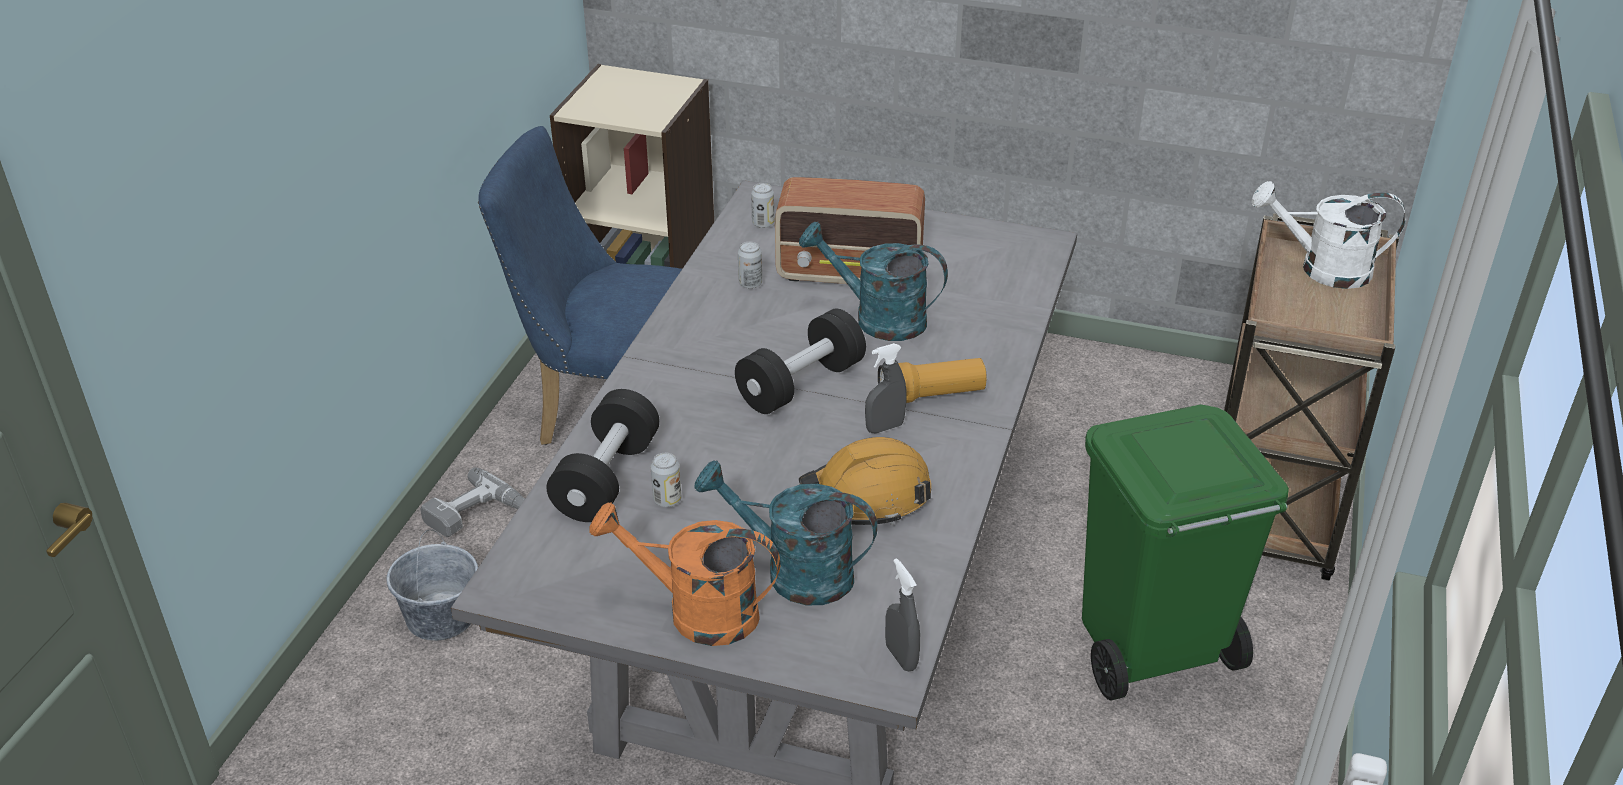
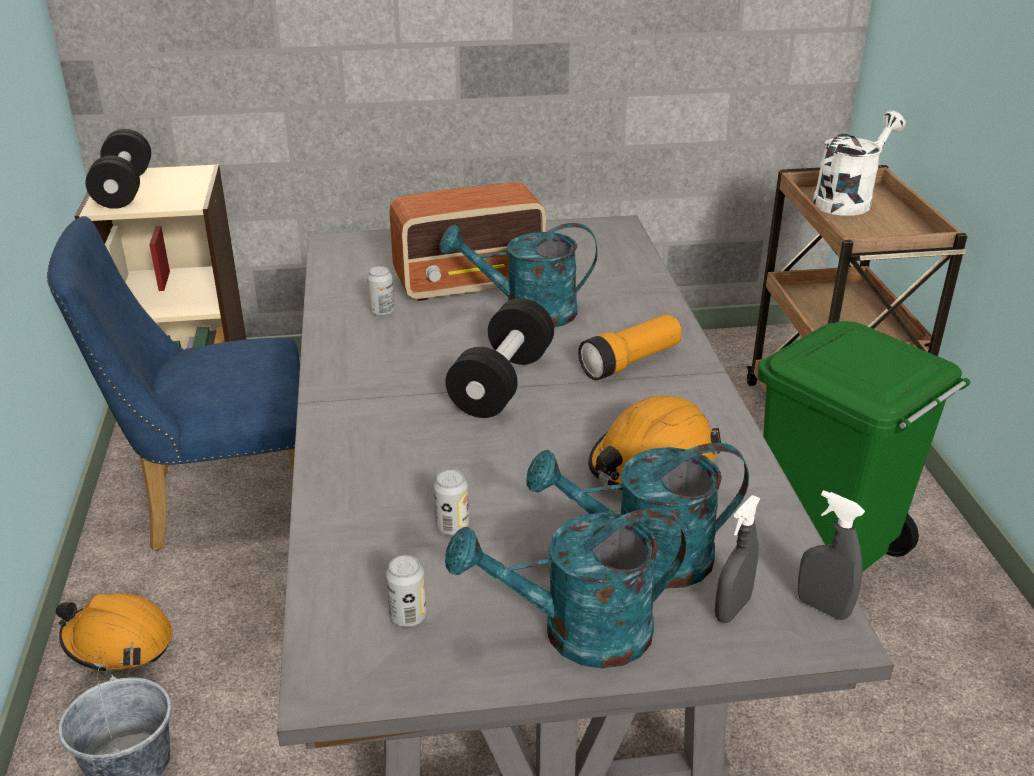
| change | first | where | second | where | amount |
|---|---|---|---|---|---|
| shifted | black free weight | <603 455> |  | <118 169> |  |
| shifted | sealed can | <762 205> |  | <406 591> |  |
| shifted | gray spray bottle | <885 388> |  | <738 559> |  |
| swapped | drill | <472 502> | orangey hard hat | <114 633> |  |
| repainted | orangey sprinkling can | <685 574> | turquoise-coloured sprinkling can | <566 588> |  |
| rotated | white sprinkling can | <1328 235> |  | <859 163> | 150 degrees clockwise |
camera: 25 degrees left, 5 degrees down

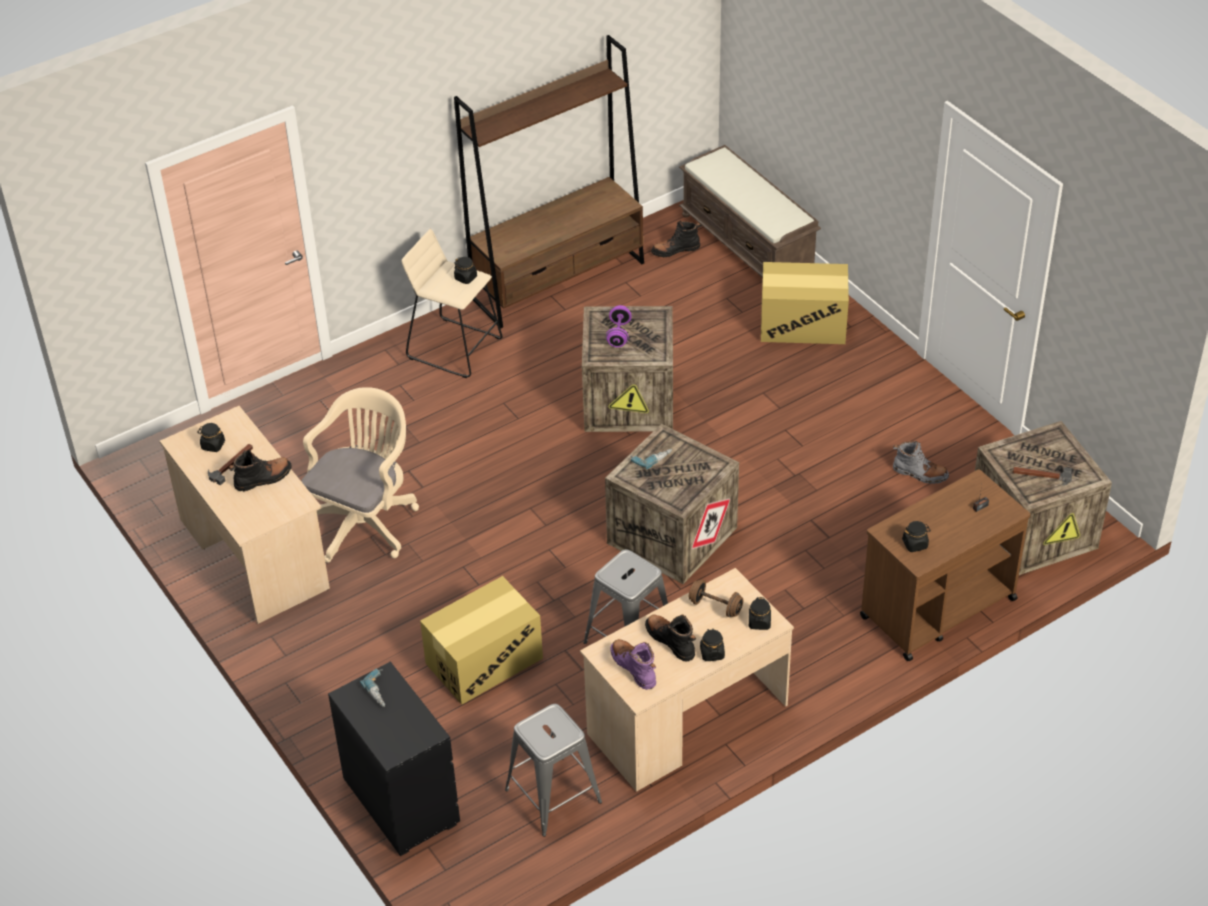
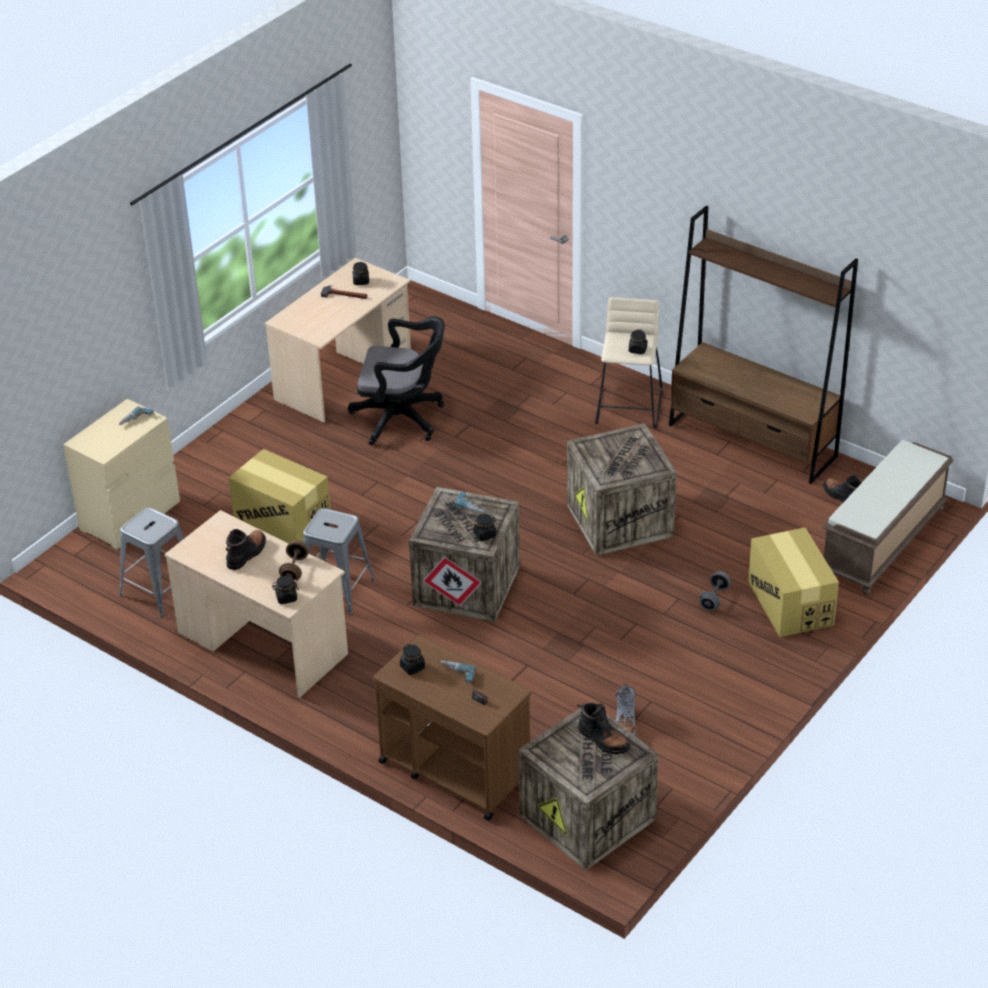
| change | first | where | second | where | amount |
|---|---|---|---|---|---|
| gone | purplish free weight | <619 326> |  |  |  |
| gone | purplish boot | <633 664> |  |  |  |
| gone | hand hammer | <1042 476> |  |  |  |
| new |  |  | drill | <458 672> |  |
| new |  |  | gray free weight | <715 591> |  |
| shifted | black boot | <260 470> |  | <603 728> |  |
| shifted | black jar | <712 645> |  | <485 527> |  |
| repainted | beige computer chair | <360 475> | black computer chair | <396 380> |  |
| repainted | black dresser | <394 759> | beige dresser | <121 474> |  |
camera: 70 degrees right, 5 degrees down

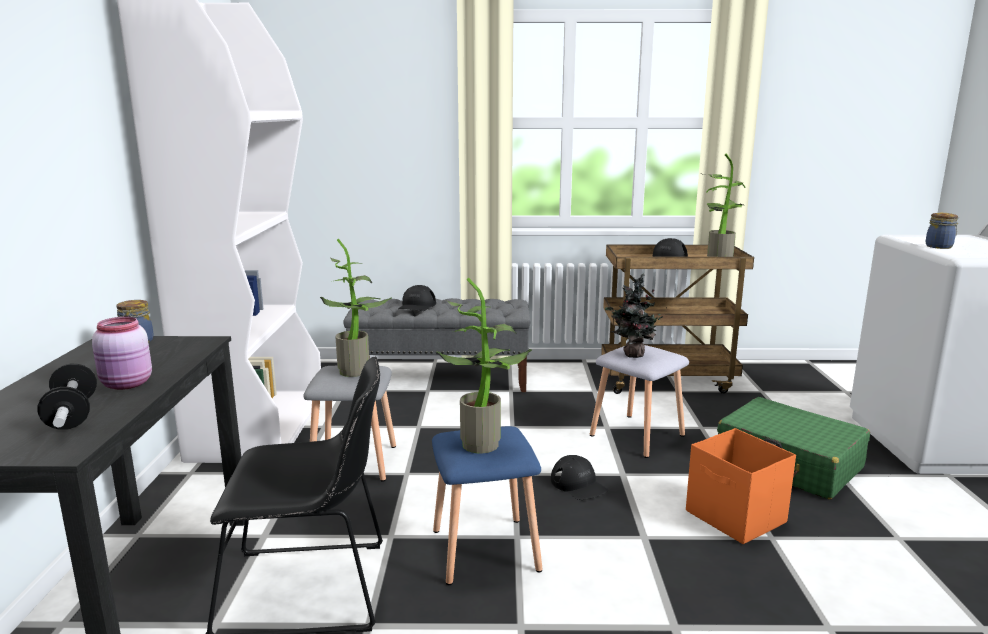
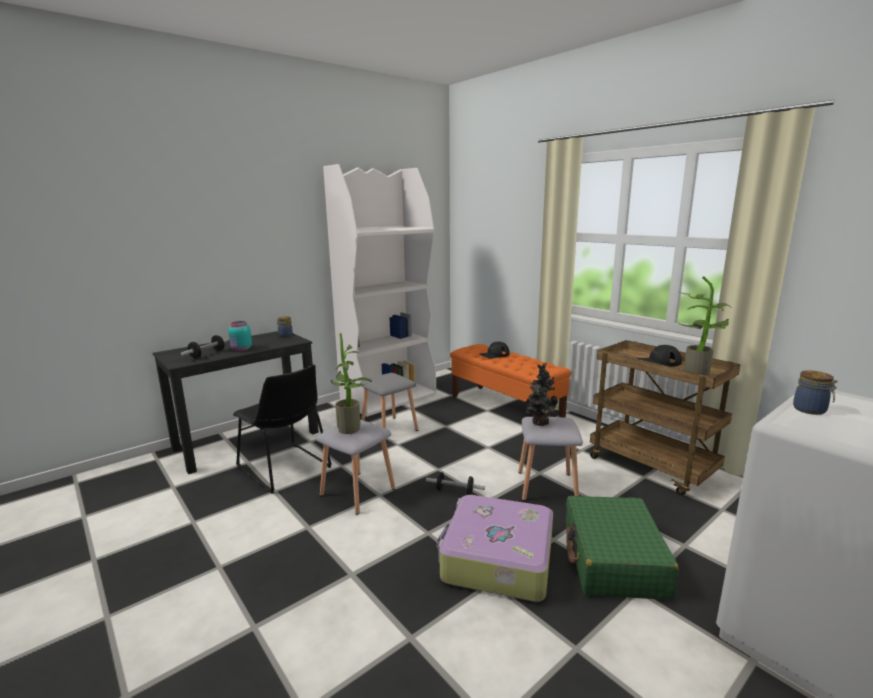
| change | first | where | second | where | amount |
|---|---|---|---|---|---|
| gone | houseplant | <355 308> |  |  |  |
| swapped | black peaked cap | <580 477> | free weight | <455 483> |  |
| swapped | orangey storage container | <741 486> | travel case | <494 548> |  |
| repainted | pink jar | <122 353> | turquoise-coloured jar | <240 336> |  |
| repainted | gray indoor bench | <436 345> | orangey indoor bench | <511 381> |  |
| repainted | blue-coloured stool seat | <487 505> | gray stool seat | <356 467> |  |
camera: 50 degrees right, 0 degrees up

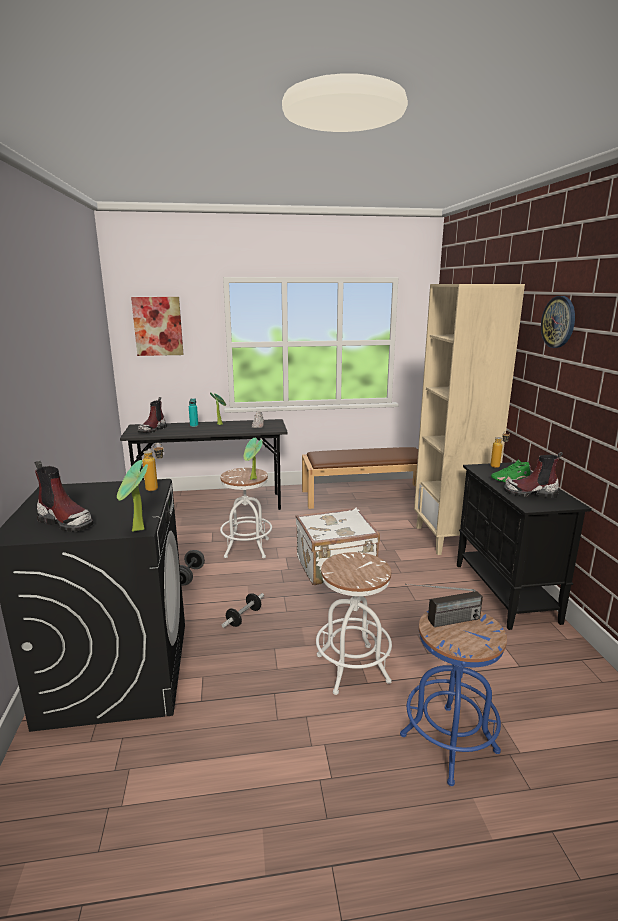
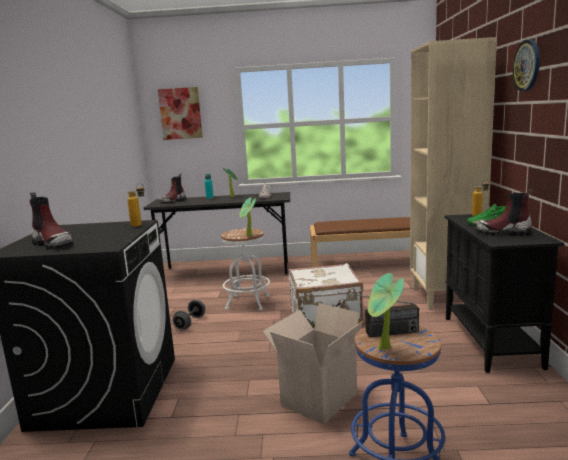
| change | first | where | second | where | amount |
|---|---|---|---|---|---|
| gone | free weight | <243 610> |  |  |  |
| shifted | houseplant | <132 496> |  | <386 311> |  |
| swapped | white stool seat | <354 623> | carton | <313 363> |  |
camera: 10 degrees right, 5 degrees down

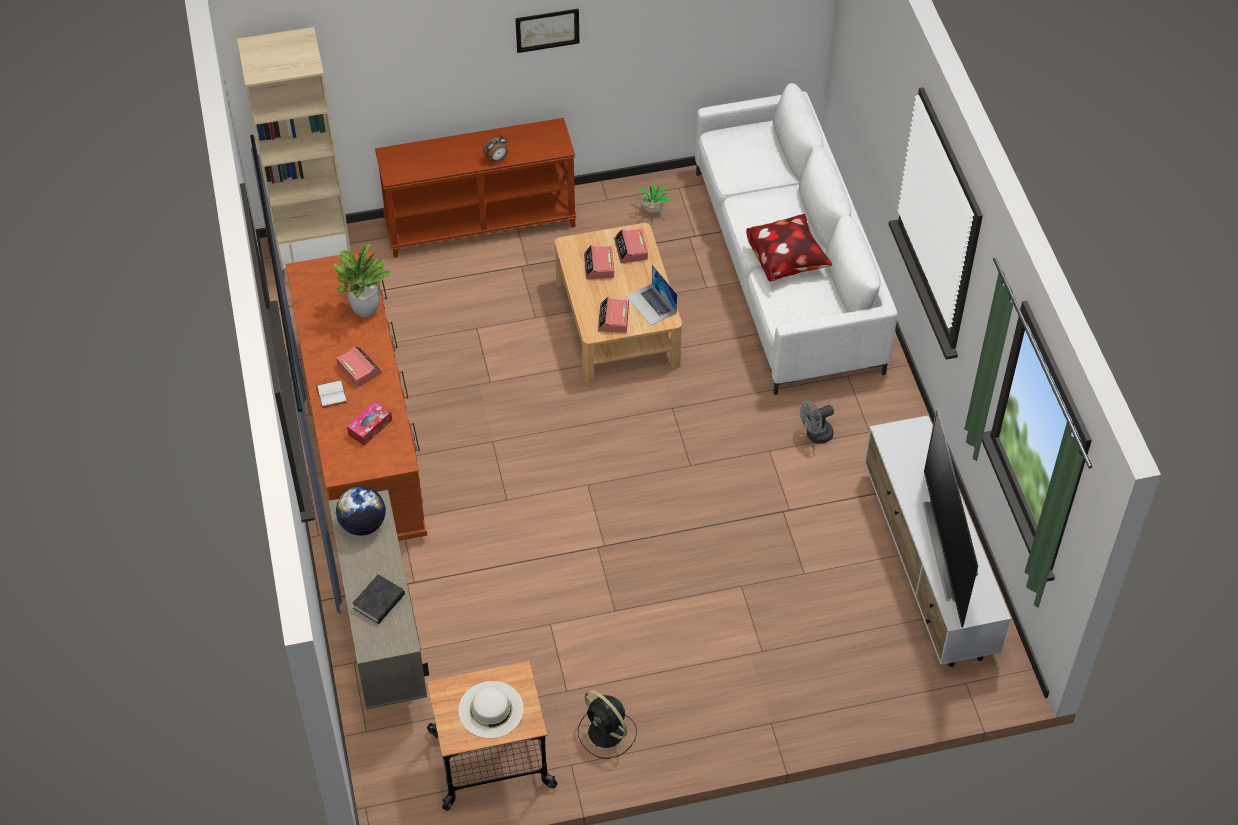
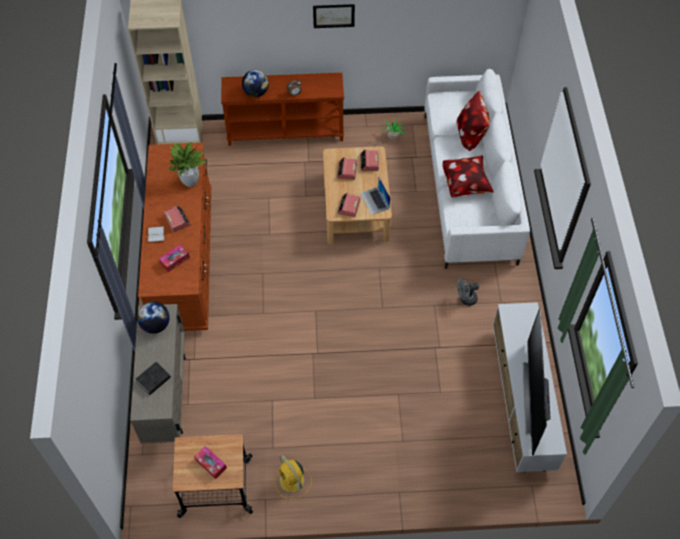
| change | first | where | second | where | amount |
|---|---|---|---|---|---|
| new |  |  | desk globe | <255 83> |  |
| new |  |  | throw pillow | <473 121> |  |
| swapped | white hat | <491 709> | tissue holder | <210 462> |  |
| repainted | black cooling fan | <607 724> | yellow-coloured cooling fan | <293 477> |  |
camera: 10 degrees right, 5 degrees up

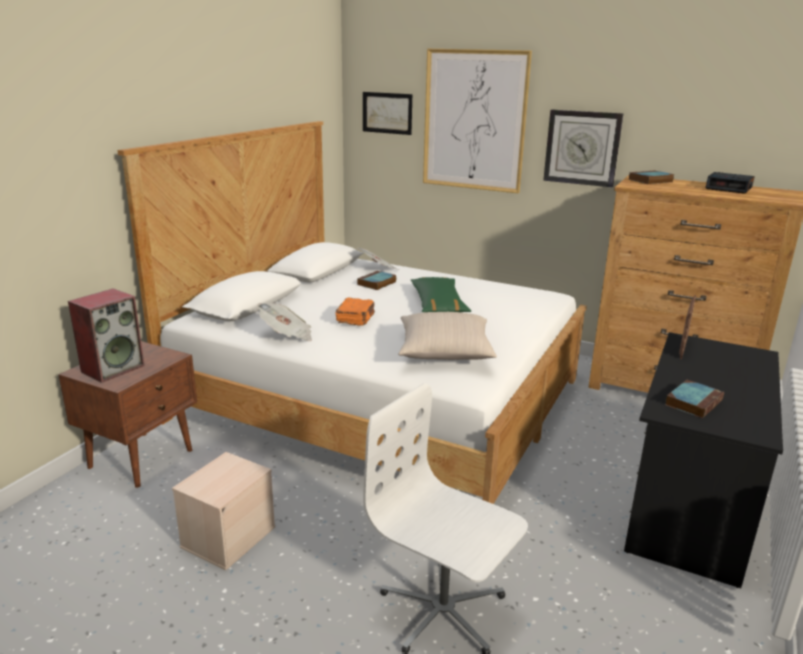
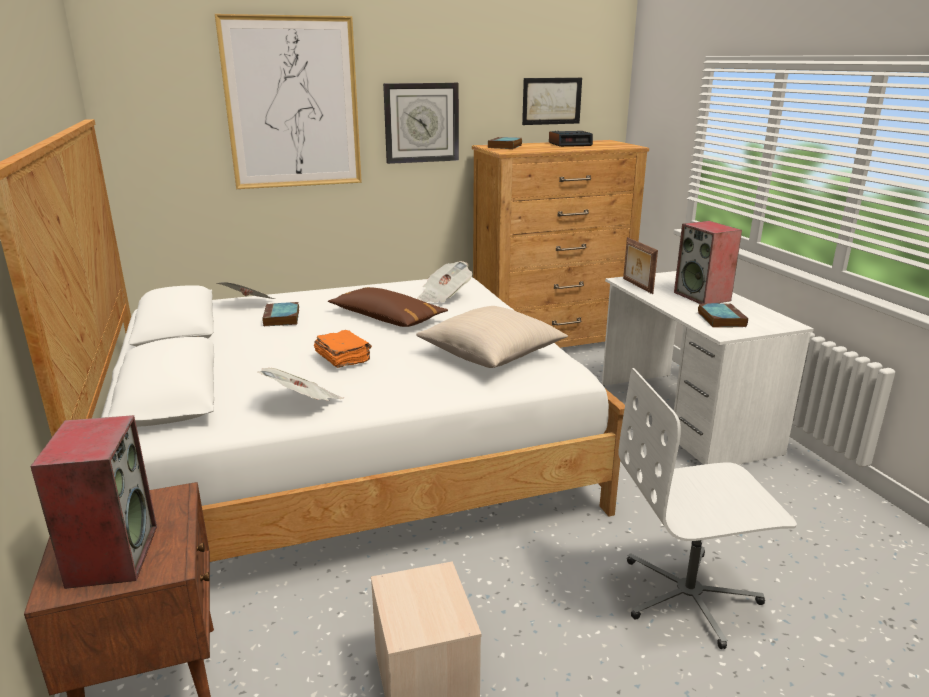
| change | first | where | second | where | amount |
|---|---|---|---|---|---|
| new |  |  | newspaper | <444 282> |  |
| new |  |  | audio speaker | <708 262> |  |
| shifted | wall picture | <387 113> |  | <552 101> |  |
| repainted | green-coloured throw pillow | <441 294> | brown throw pillow | <388 307> |  |
| repainted | black desk unit | <703 460> | white desk unit | <708 368> |  |
camera: 45 degrees left, 0 degrees up

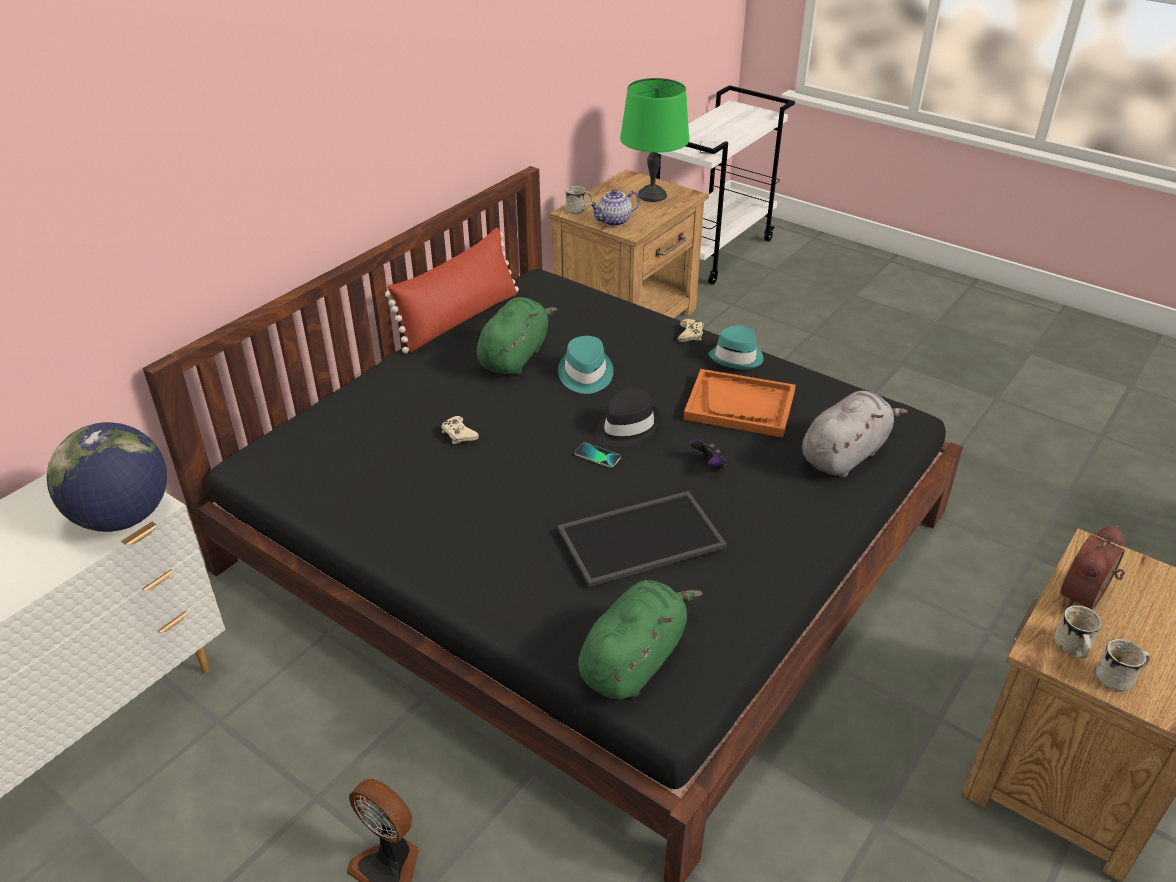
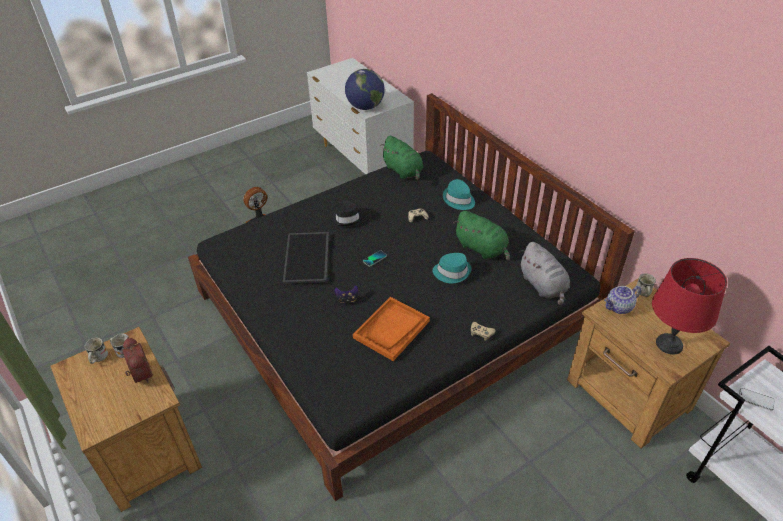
| change | first | where | second | where | amount |
|---|---|---|---|---|---|
| gone | red throw pillow | <452 290> |  |  |  |
| shifted | green-coloured plush toy | <640 639> |  | <402 158> |  |
| shifted | black hat | <628 417> |  | <347 213> |  |
| shifted | turquoise-coloured hat | <736 347> |  | <459 194> |  |
| shifted | gray plush toy | <855 434> |  | <544 274> |  |
| repainted | green-coloured lamp for a table | <654 140> | red lamp for a table | <689 306> |  |
| rotated | teapot | <614 208> |  | <622 300> | 105 degrees counterclockwise |
camera: 110 degrees right, 5 degrees up

